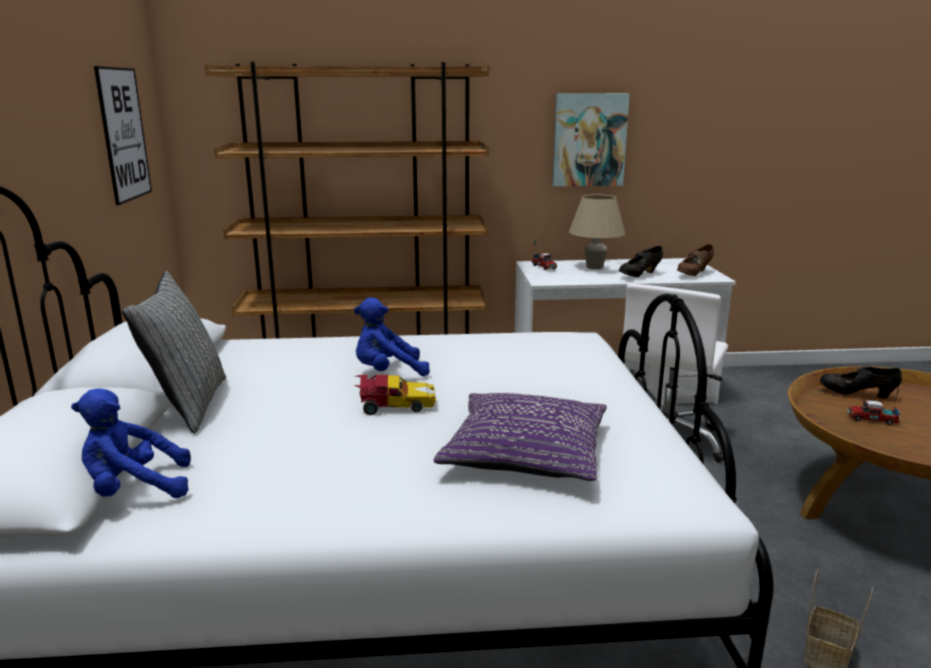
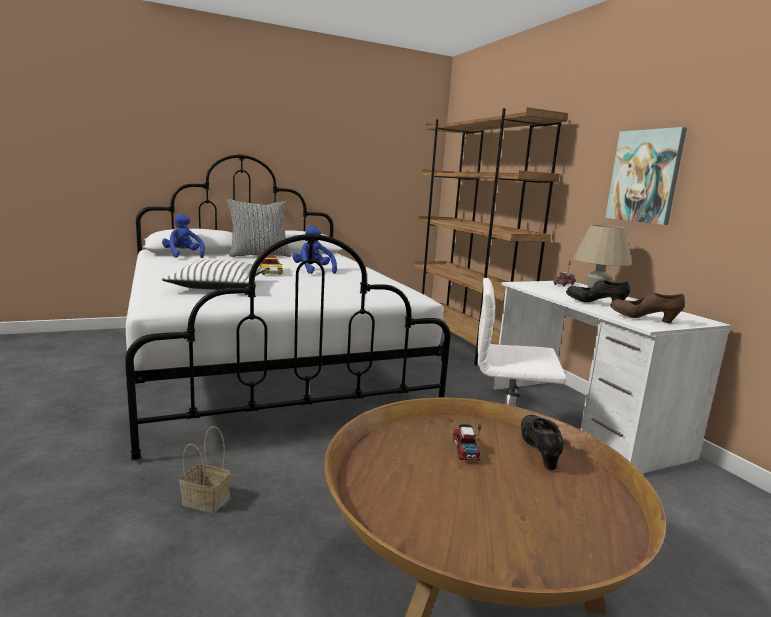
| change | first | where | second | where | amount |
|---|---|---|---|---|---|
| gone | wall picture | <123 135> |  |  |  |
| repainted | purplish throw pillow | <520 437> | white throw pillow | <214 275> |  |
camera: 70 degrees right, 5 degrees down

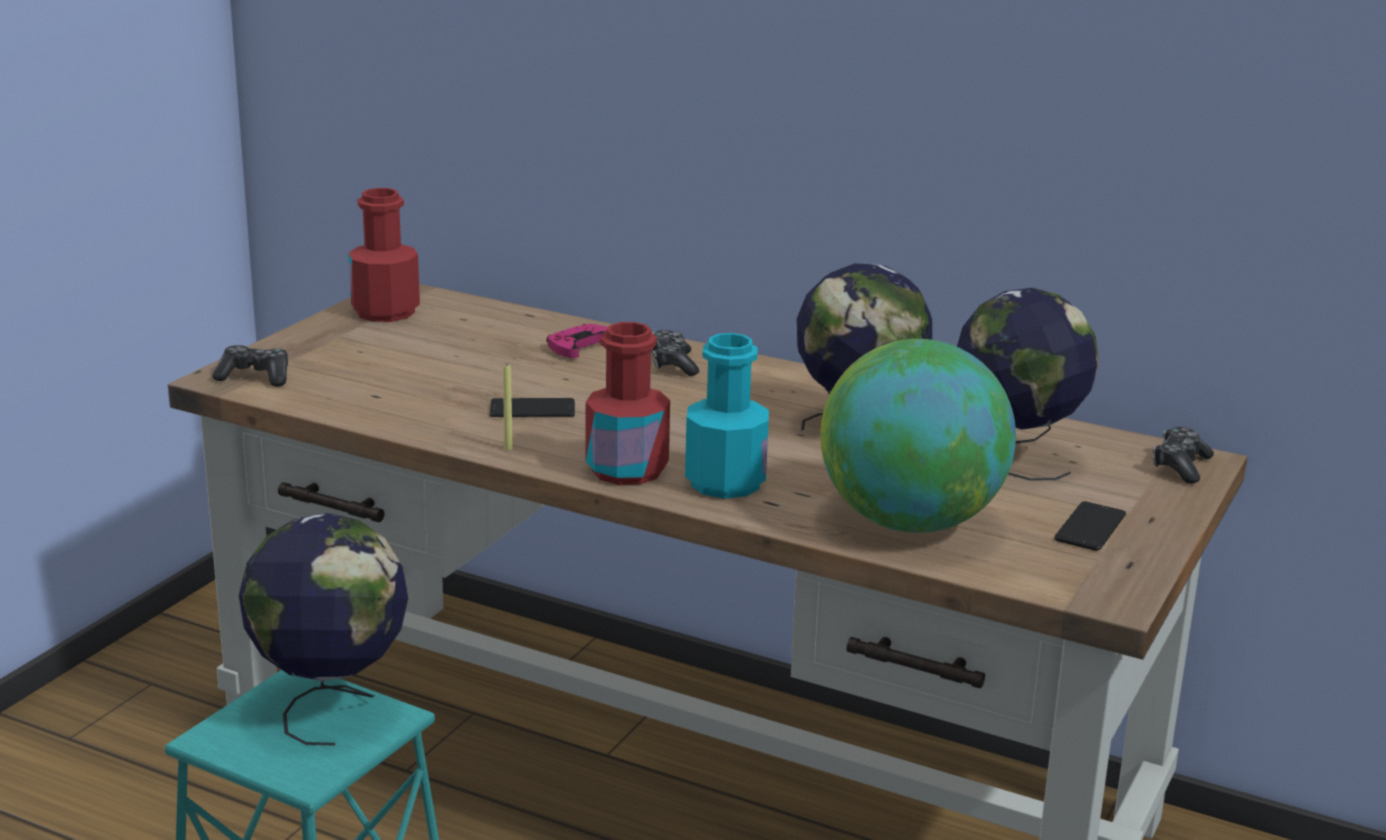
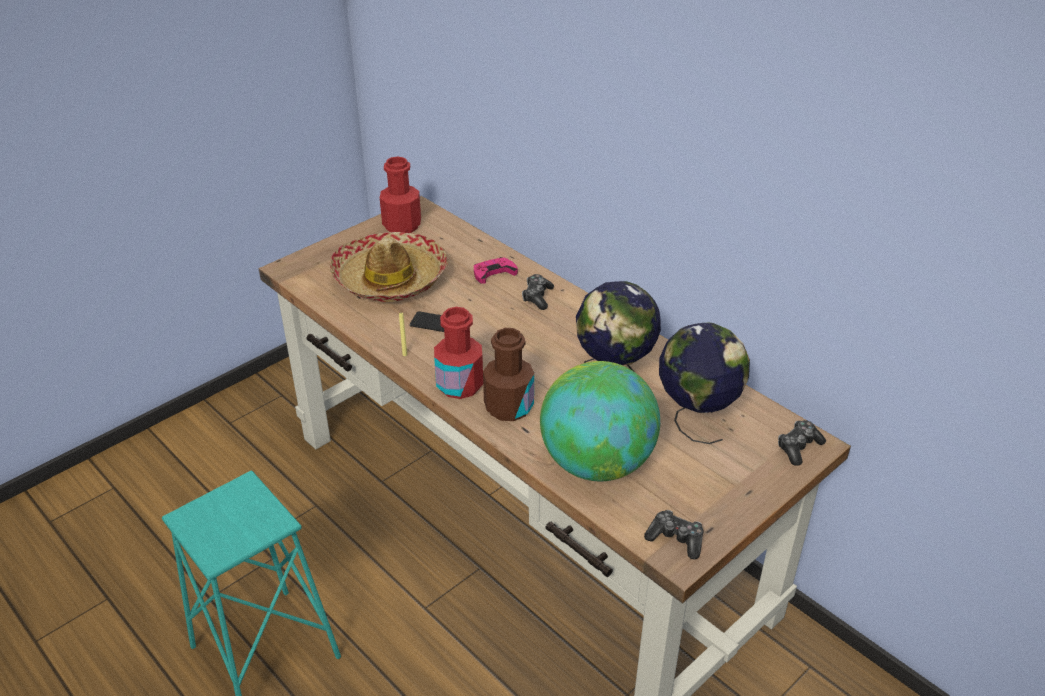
| change | first | where | second | where | amount |
|---|---|---|---|---|---|
| gone | desk globe | <323 629> |  |  |  |
| gone | phone | <1090 526> |  |  |  |
| new |  |  | hat | <389 267> |  |
| shifted | game controller | <250 365> |  | <674 535> |  |
| repainted | turquoise-coloured drink bottle | <727 416> | brown drink bottle | <508 374> |  |
camera: 20 degrees right, 15 degrees up

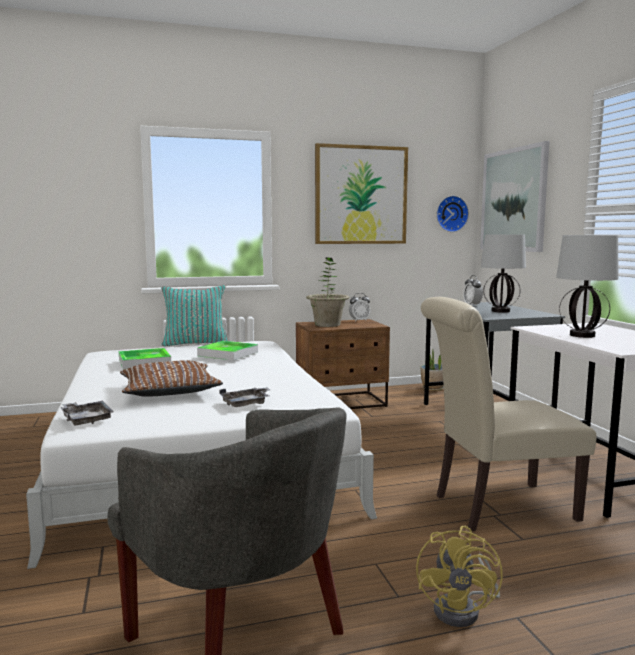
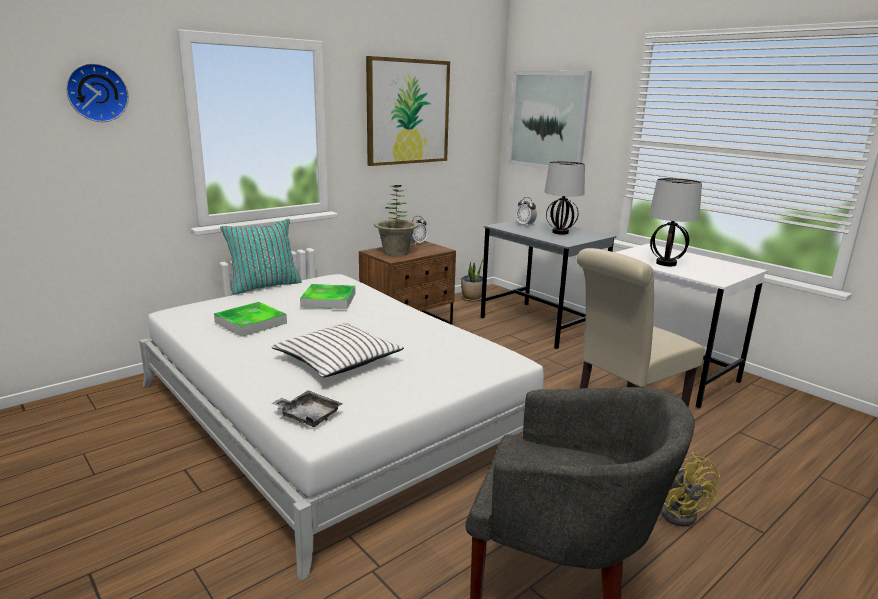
| change | first | where | second | where | amount |
|---|---|---|---|---|---|
| gone | gray tray | <244 397> |  |  |  |
| shifted | clock on the wall | <452 214> |  | <97 92> |  |
| repainted | brown throw pillow | <171 378> | white throw pillow | <338 350> |  |
camera: 25 degrees left, 10 degrees up

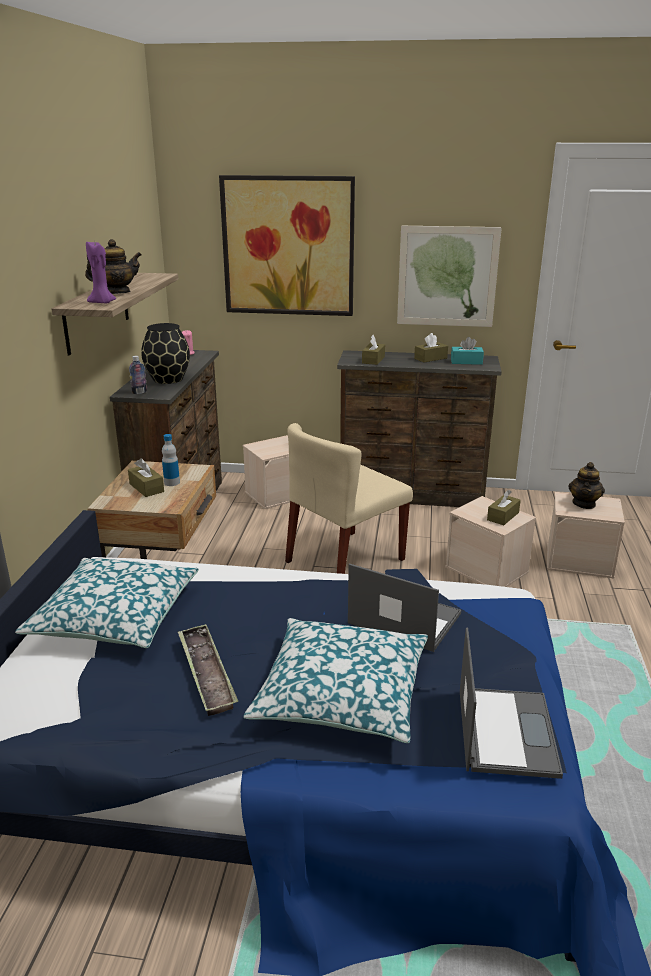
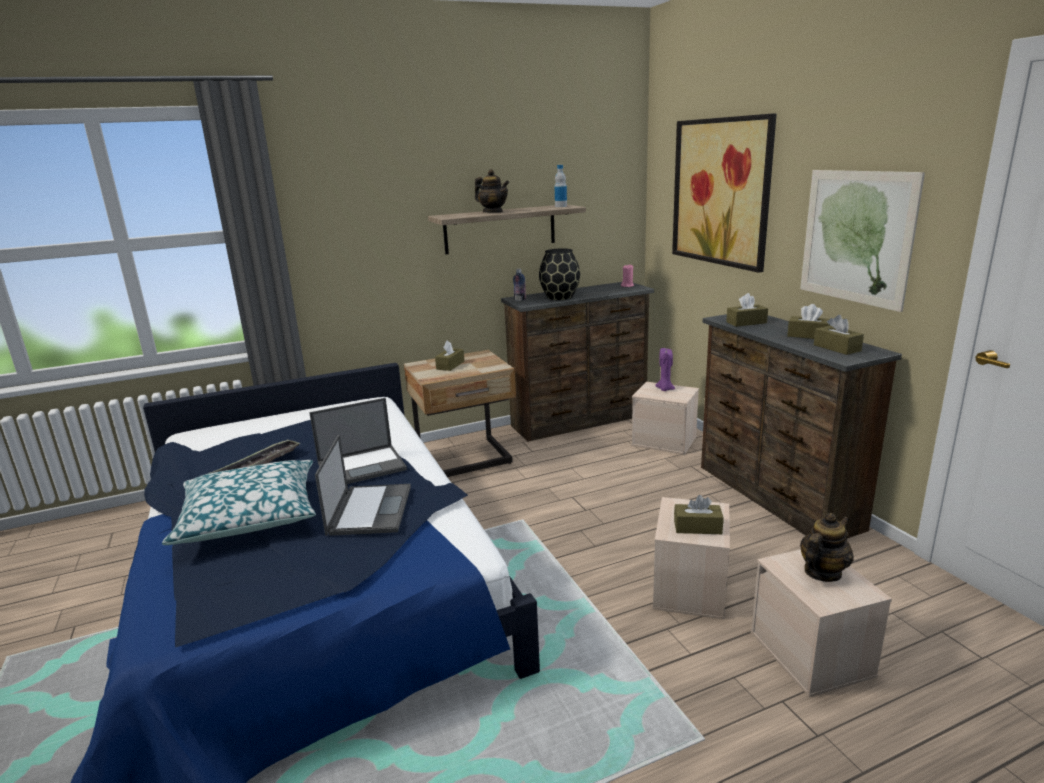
| change | first | where | second | where | amount |
|---|---|---|---|---|---|
| gone | throw pillow | <107 603> |  |  |  |
| gone | beige upright chair | <349 498> |  |  |  |
| shifted | purplish wax light | <101 272> |  | <665 369> |  |
| shifted | drink bottle | <171 460> |  | <561 186> |  |
| shifted | laptop | <511 703> |  | <358 441> |  |
| repainted | turquoise-coloured tissue holder | <467 351> | brown tissue holder | <839 335> |  |
| rotated | teapot | <587 485> |  | <827 547> | 150 degrees clockwise |
camera: 60 degrees right, 5 degrees down

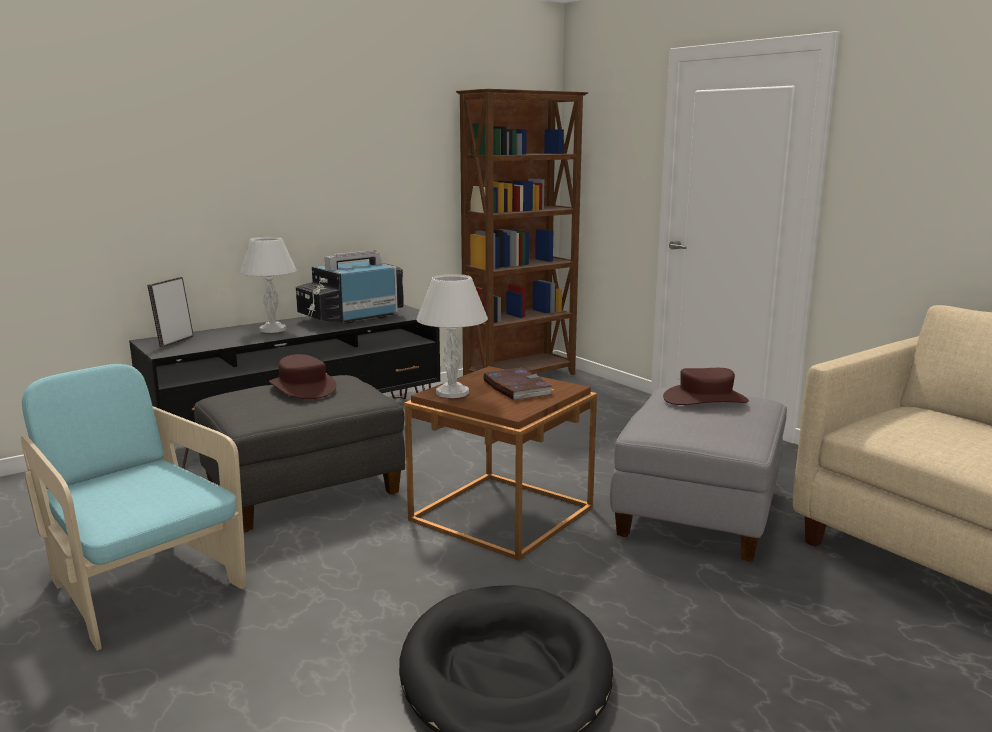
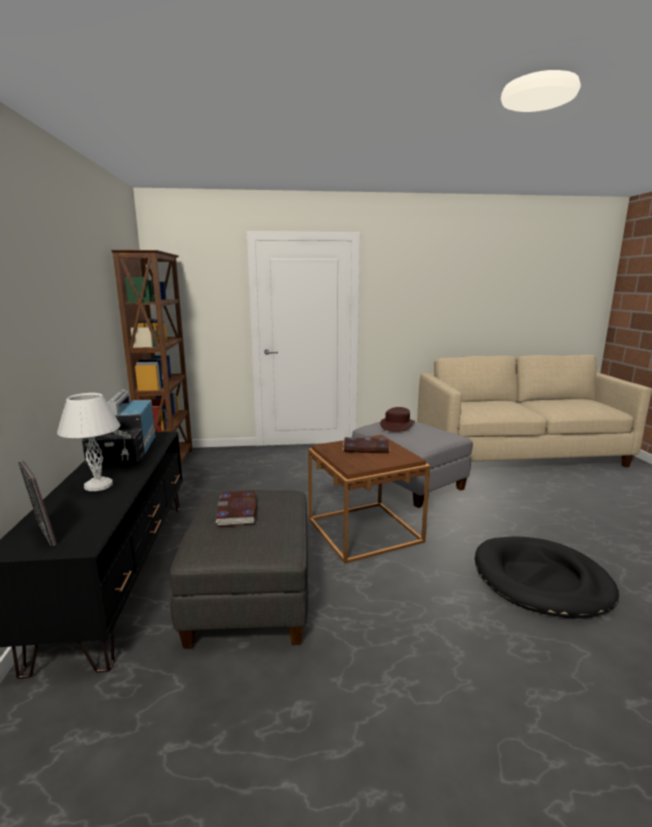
| change | first | where | second | where | amount |
|---|---|---|---|---|---|
| gone | turquoise-coloured lounge chair | <133 507> |  |  |  |
| gone | white lamp for a table | <452 336> |  |  |  |
| swapped | brown hat | <302 376> | book | <236 508> |  |
camera: 60 degrees left, 0 degrees up

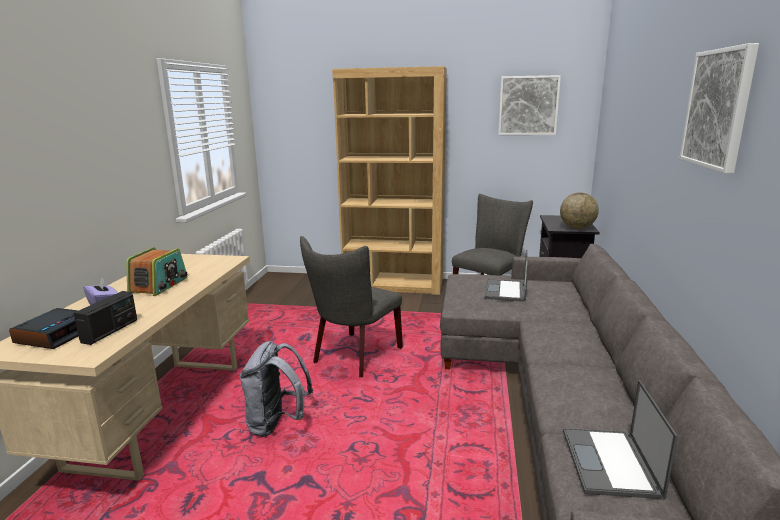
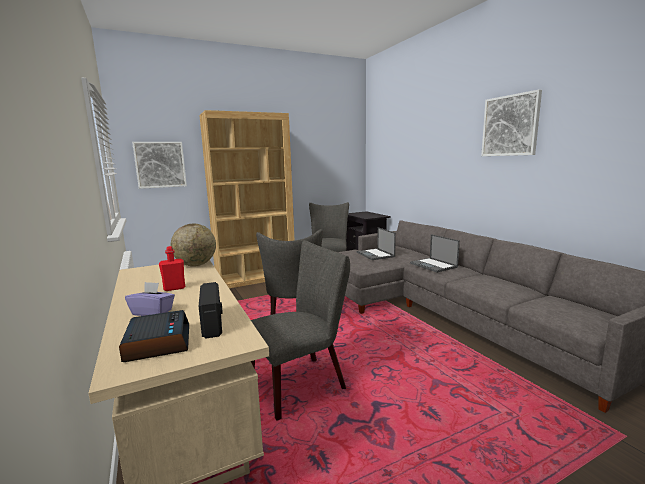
| change | first | where | second | where | amount |
|---|---|---|---|---|---|
| shifted | wall picture | <529 105> |  | <159 165> |  |
| shifted | desk globe | <579 211> |  | <193 245> |  |
| shifted | laptop | <620 439> |  | <435 253> |  |
| swapped | radio | <156 271> | red drink bottle | <172 268> |  |
| swapped | gray knapsack | <276 389> | gray upright chair | <300 330> |  |
camera: 35 degrees left, 5 degrees down

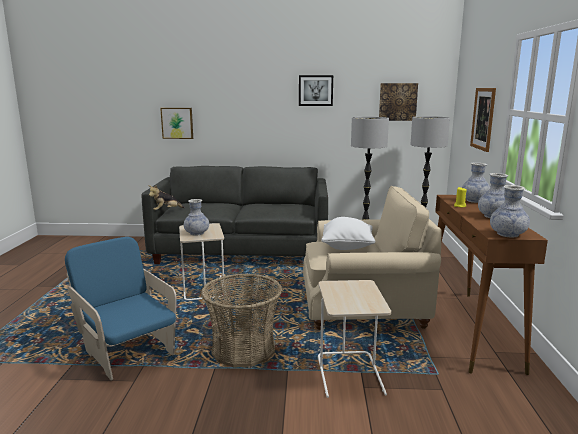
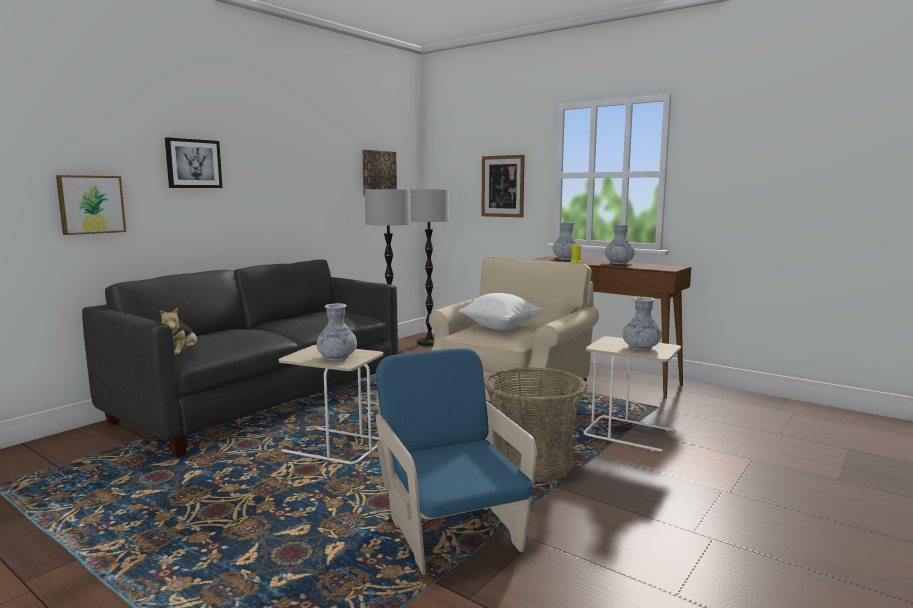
| change | first | where | second | where | amount |
|---|---|---|---|---|---|
| shifted | wall picture | <316 90> |  | <193 162> |  |
| shifted | vase | <510 211> |  | <642 323> |  |
| rotated | blue-coloured lounge chair | <121 309> |  | <456 461> | 75 degrees clockwise |
camera: 55 degrees left, 5 degrees down

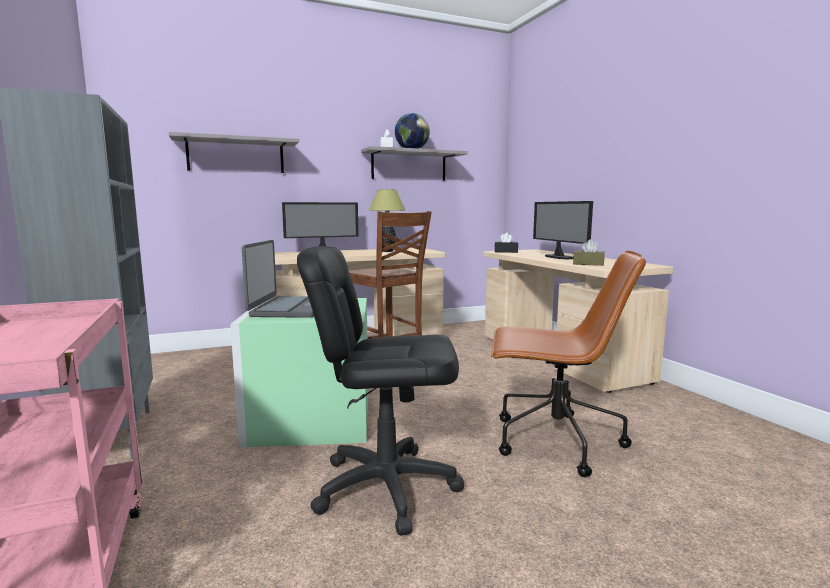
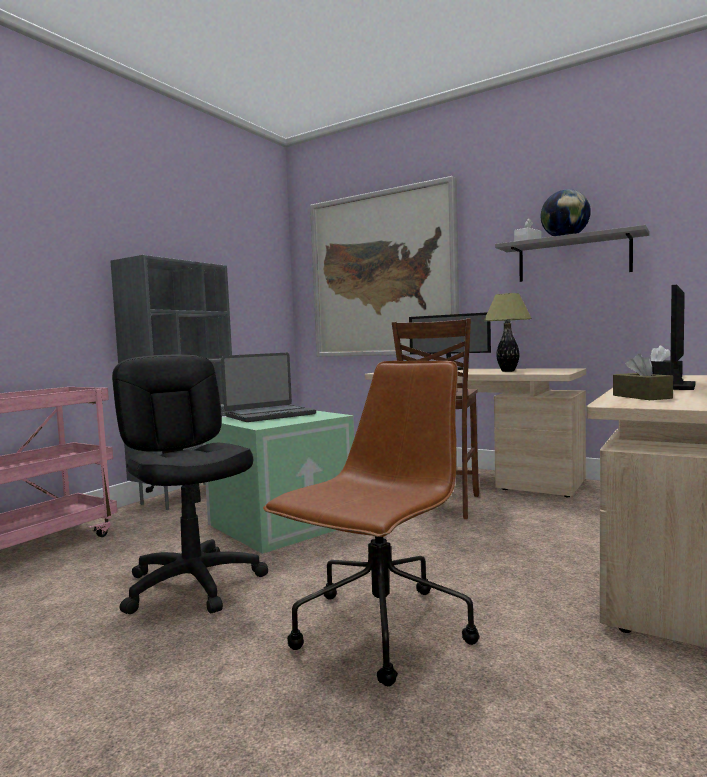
| change | first | where | second | where | amount |
|---|---|---|---|---|---|
| swapped | gray shelf | <233 152> | wall picture | <384 266> |  |
| rotated | brown computer chair | <568 364> |  | <371 523> | 120 degrees counterclockwise |
camera: 55 degrees right, 5 degrees down

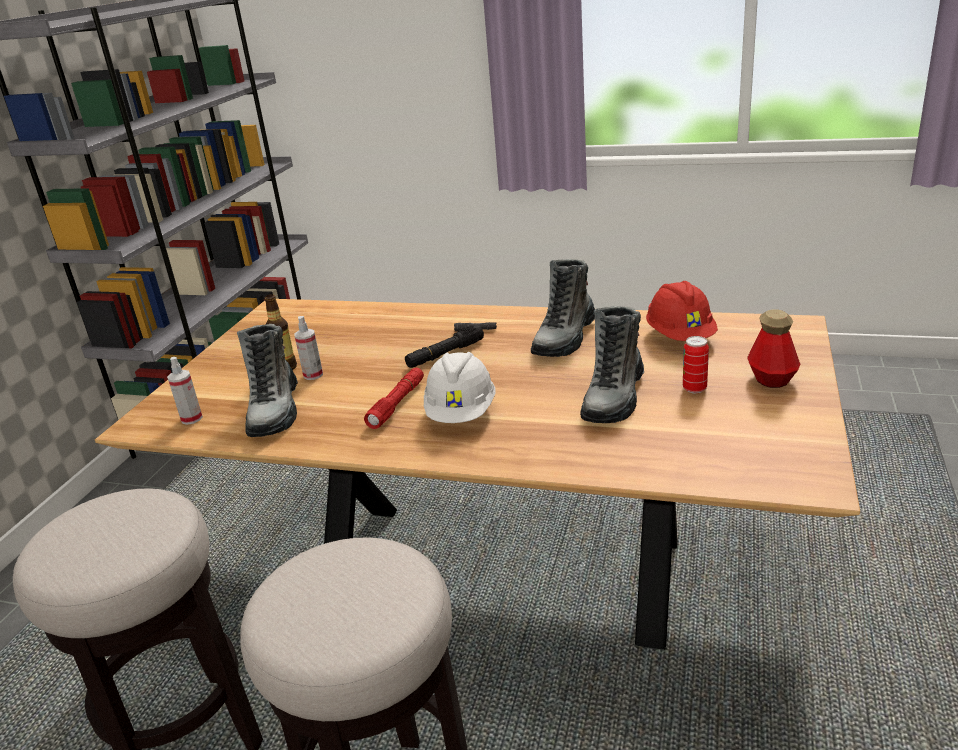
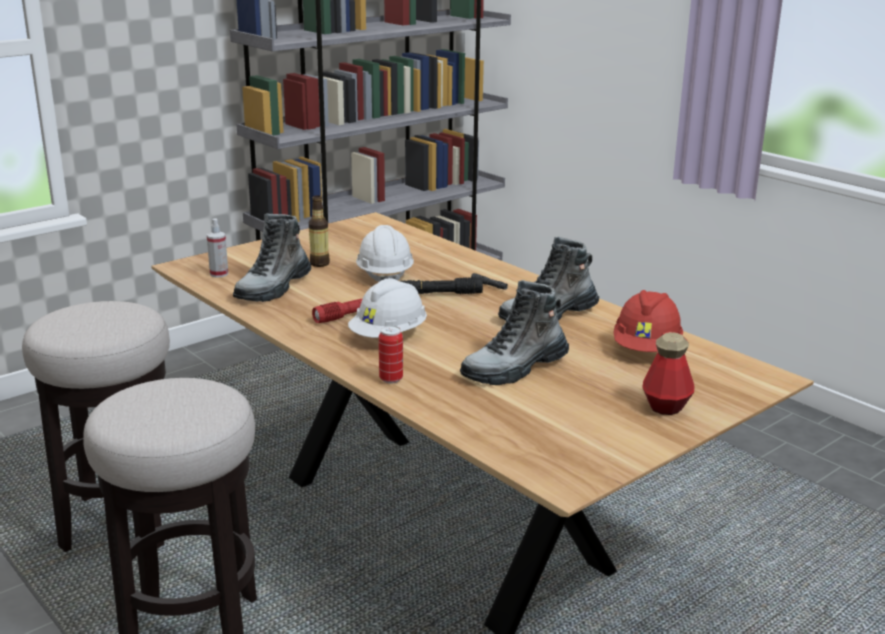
| change | first | where | second | where | amount |
|---|---|---|---|---|---|
| gone | spray bottle | <308 348> |  |  |  |
| new |  |  | white hard hat | <385 253> |  |
| shifted | sealed can | <696 364> |  | <391 354> |  |
camera: 30 degrees right, 5 degrees down

